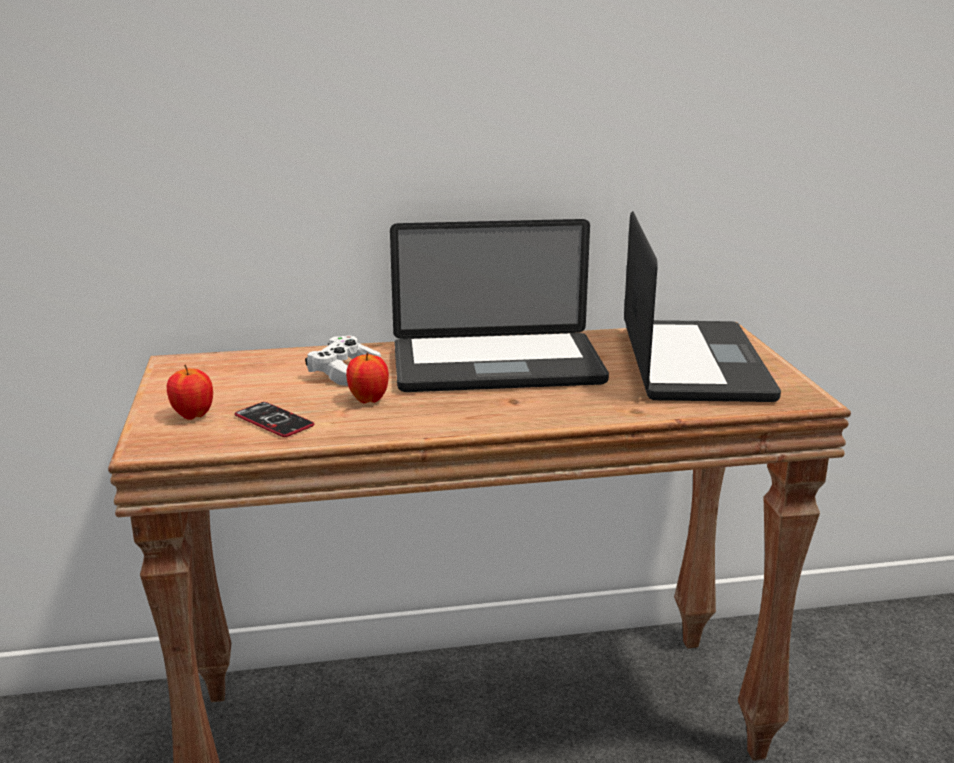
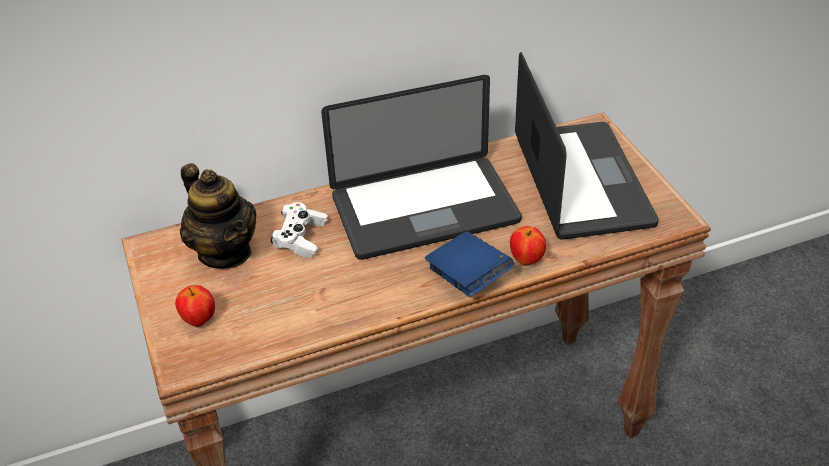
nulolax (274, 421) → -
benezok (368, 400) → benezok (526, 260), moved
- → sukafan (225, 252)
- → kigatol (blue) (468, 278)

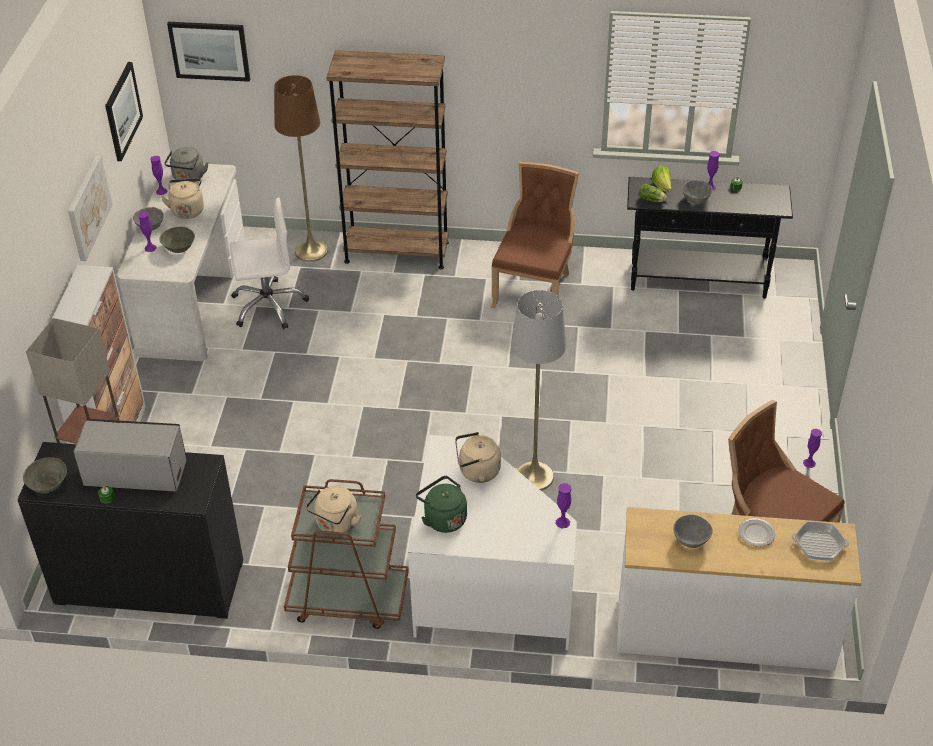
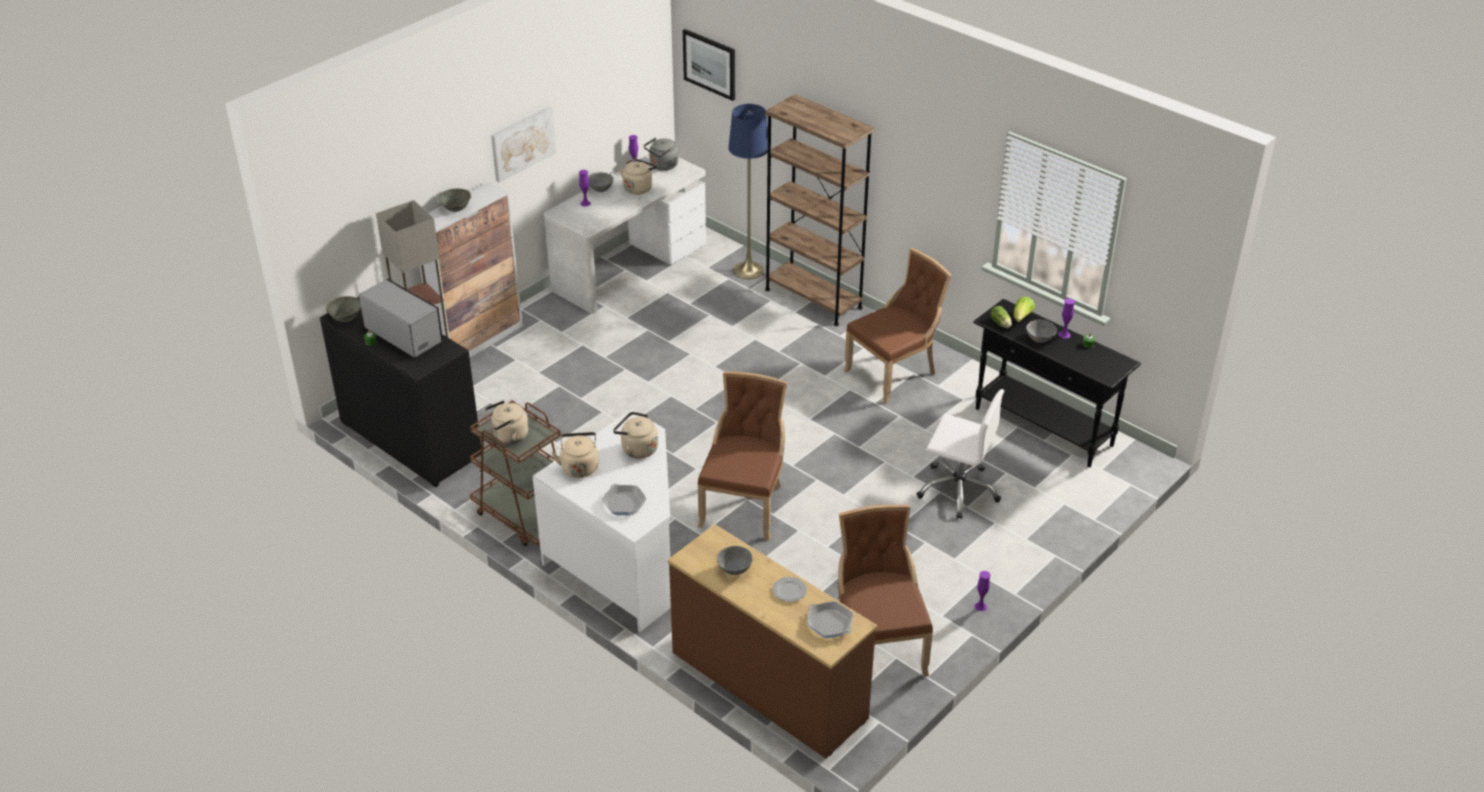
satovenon (122, 111) → -
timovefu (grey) (179, 247) → timovefu (grey) (456, 208), moved
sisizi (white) (268, 305) → sisizi (white) (958, 490), moved
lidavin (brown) (311, 251) → lidavin (blue) (748, 270)
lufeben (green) (443, 518) → lufeben (beige) (579, 467)
lidavin (grey) (534, 476) → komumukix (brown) (744, 504)
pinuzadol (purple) (562, 522) → -
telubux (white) (724, 634) → telubux (brown) (768, 686)
- → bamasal (624, 503)

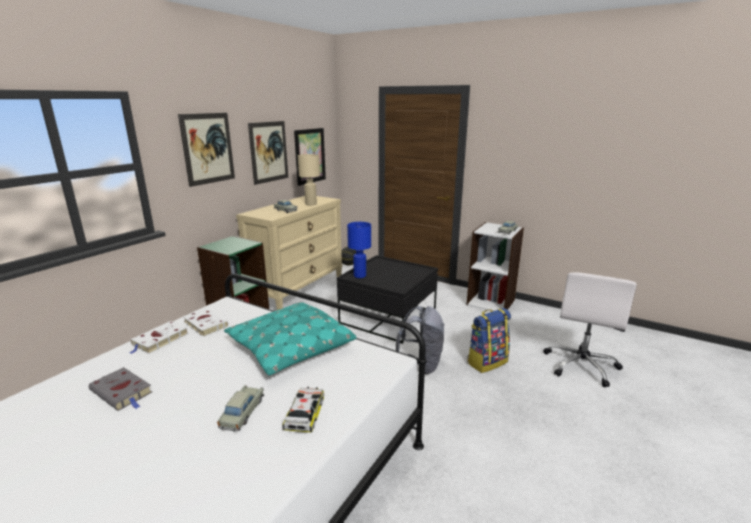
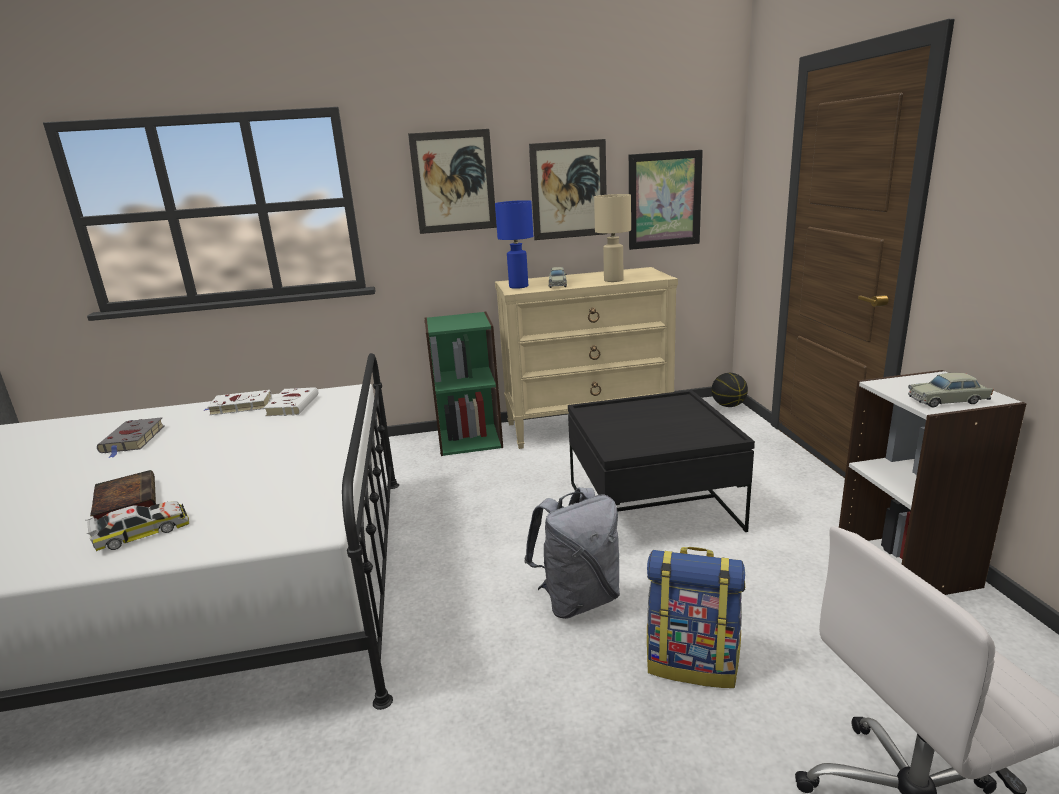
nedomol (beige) (242, 413) → kigatol (125, 501)
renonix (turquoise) (289, 348) → -
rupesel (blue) (359, 276) → rupesel (blue) (518, 286), moved

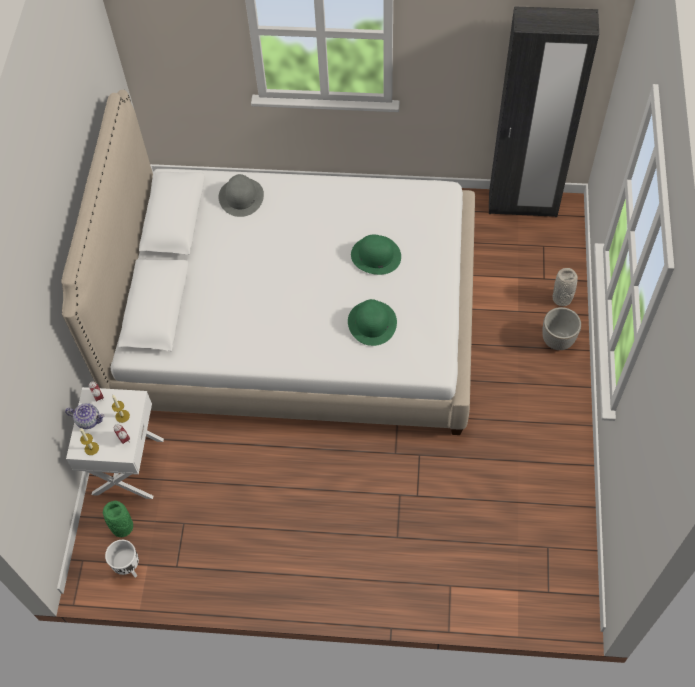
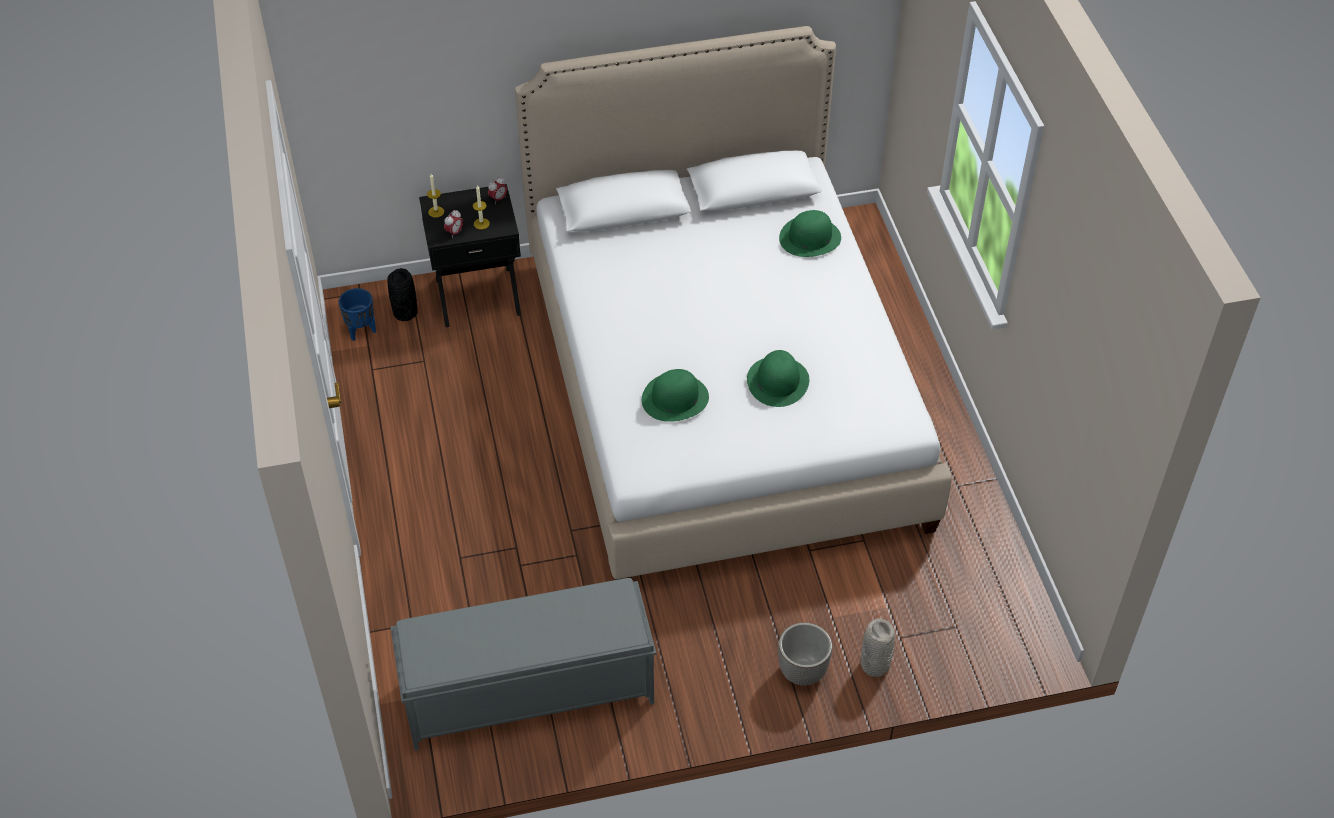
sukafan (89, 420) → -
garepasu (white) (126, 466) → garepasu (black) (477, 295)
pinuzadol (green) (122, 527) → pinuzadol (black) (405, 312)
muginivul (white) (128, 567) → muginivul (blue) (361, 330)
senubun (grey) (241, 197) → senubun (green) (810, 238)
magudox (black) (522, 205) → -
- → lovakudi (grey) (526, 693)

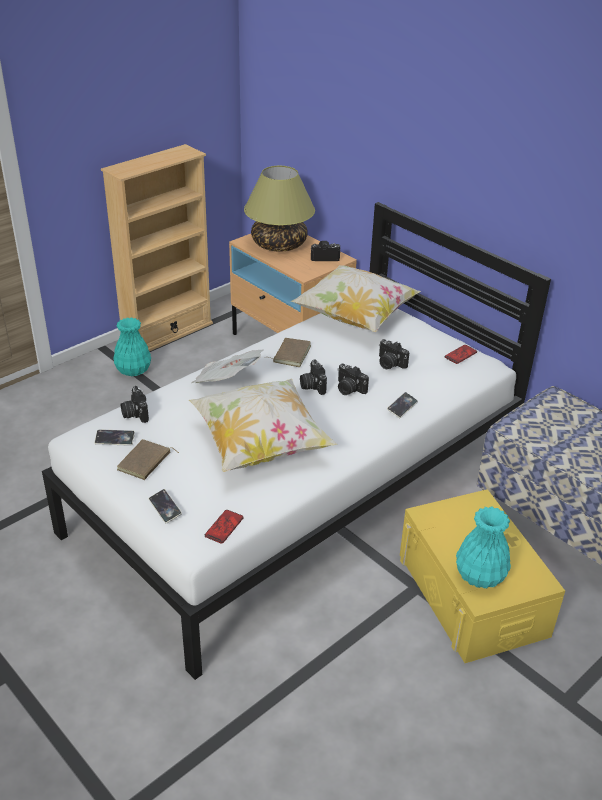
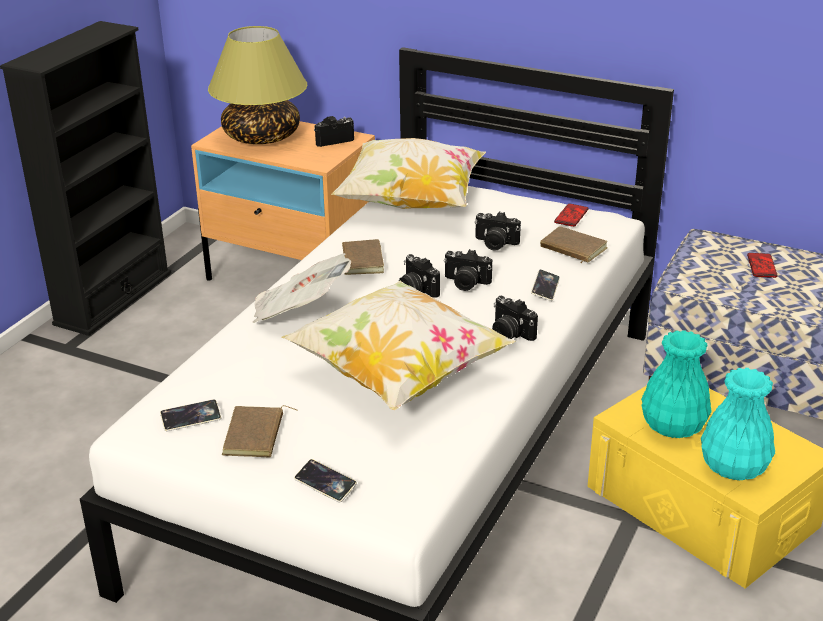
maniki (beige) (167, 333) → maniki (black) (113, 298)
pinuzadol (turquoise) (133, 371) → pinuzadol (turquoise) (673, 427), moved
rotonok (134, 413) → rotonok (509, 333), moved
nulolax (224, 527) → nulolax (761, 266), moved
- → kigatol (brown) (572, 249)

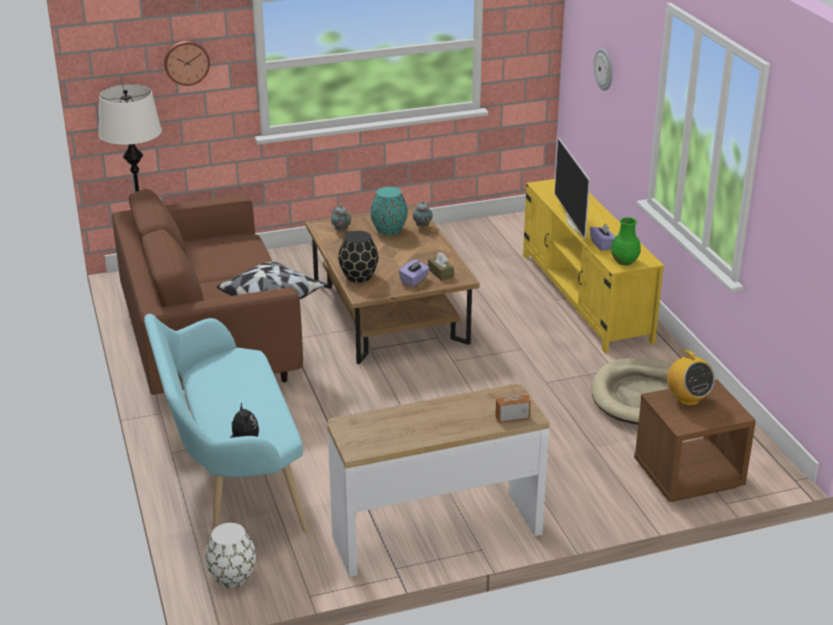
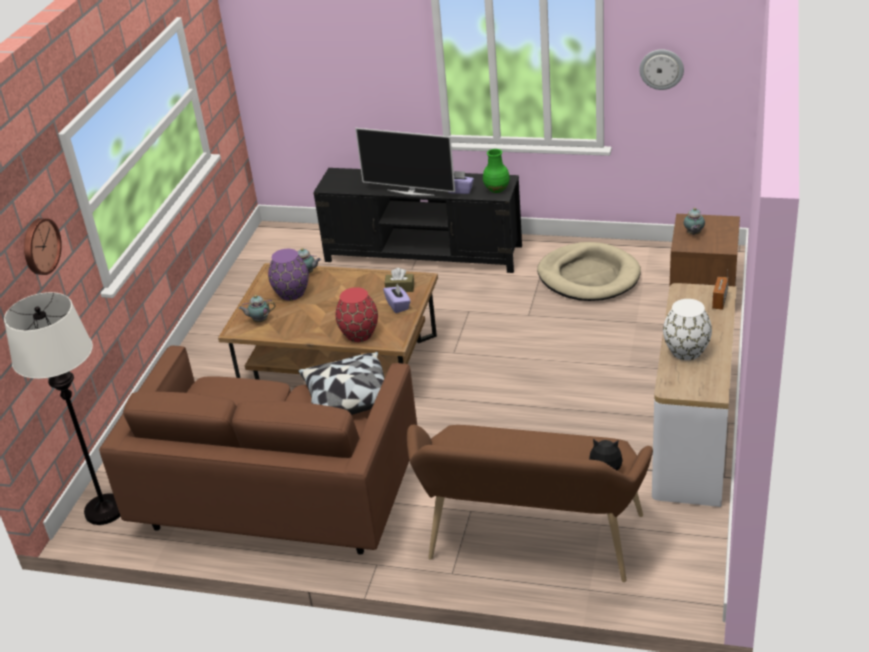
lovakudi (turquoise) (230, 481) → lovakudi (brown) (530, 544)
pinuzadol (white) (233, 577) → pinuzadol (white) (686, 351), moved
pinuzadol (black) (359, 276) → pinuzadol (red) (359, 334)
pinuzadol (turquoise) (389, 230) → pinuzadol (purple) (292, 293)
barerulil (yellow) (585, 297) → barerulil (black) (424, 254)
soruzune (604, 69) → soruzune (661, 69), moved
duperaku (687, 399) → sukafan (693, 234)

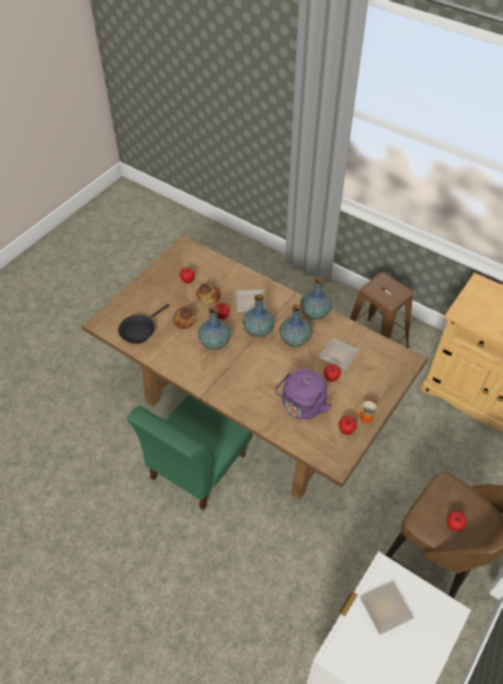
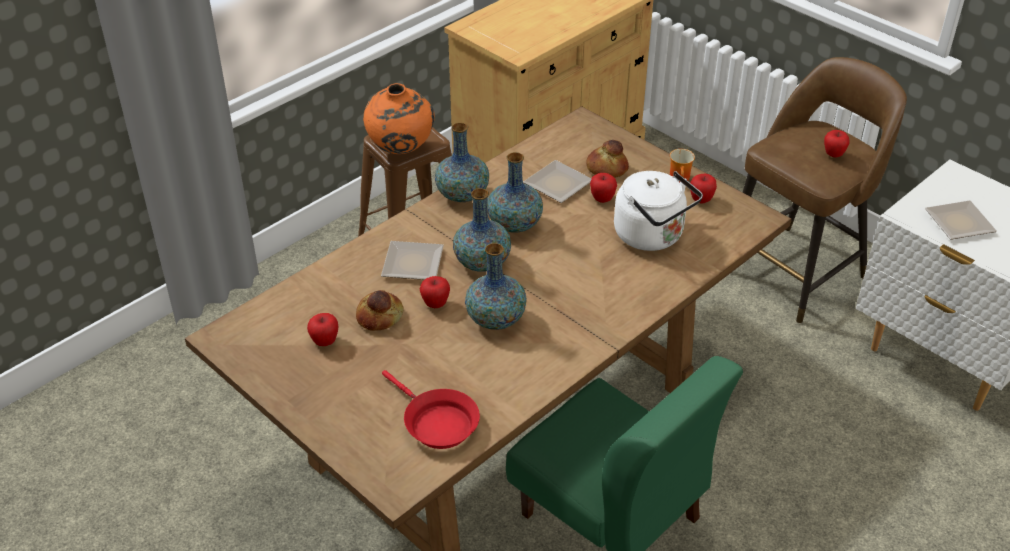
bamasal (black) (140, 331) → bamasal (red) (436, 423)
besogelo (184, 320) → besogelo (606, 168), moved
lufeben (purple) (302, 407) → lufeben (white) (652, 236)
- → pinuzadol (orange) (401, 150)

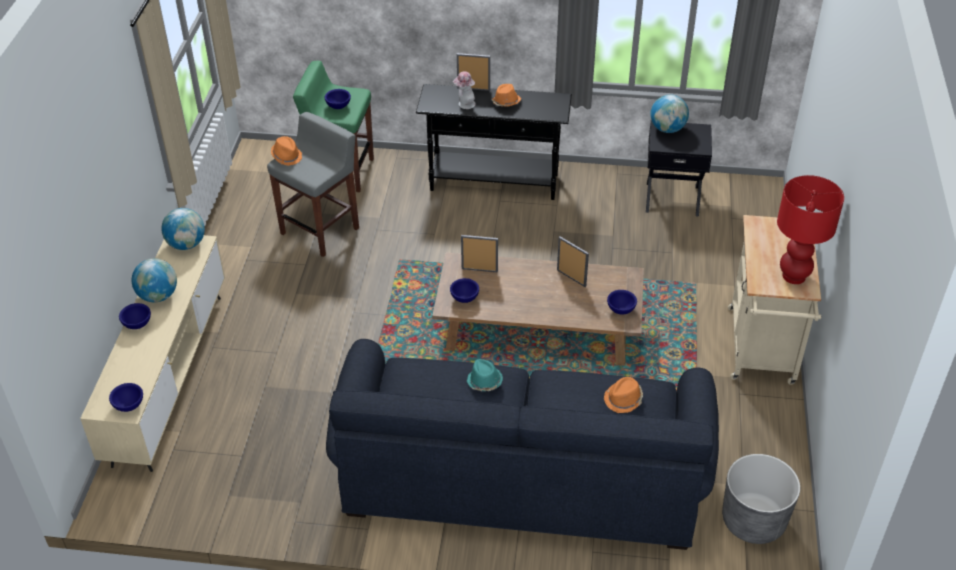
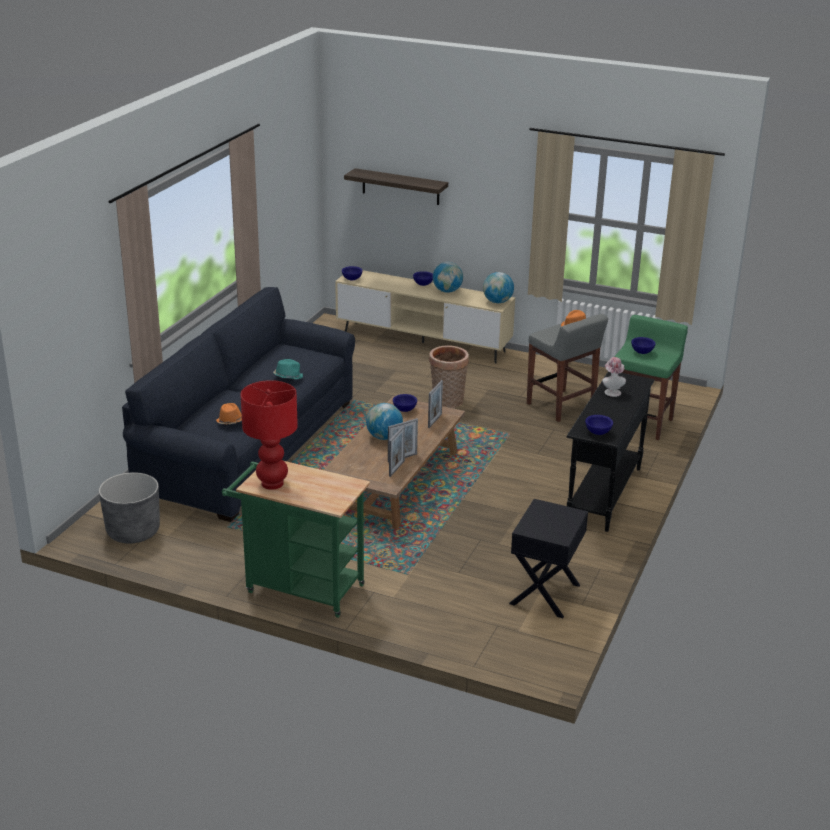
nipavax (473, 89) → nipavax (396, 468), moved
senubun (orange) (506, 102) → -
timovefu (blue) (620, 309) → timovefu (blue) (598, 432), moved
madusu (667, 129) → madusu (384, 437), moved
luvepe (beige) (761, 351) → luvepe (green) (298, 587)
- → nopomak (400, 187)
- → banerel (447, 402)

